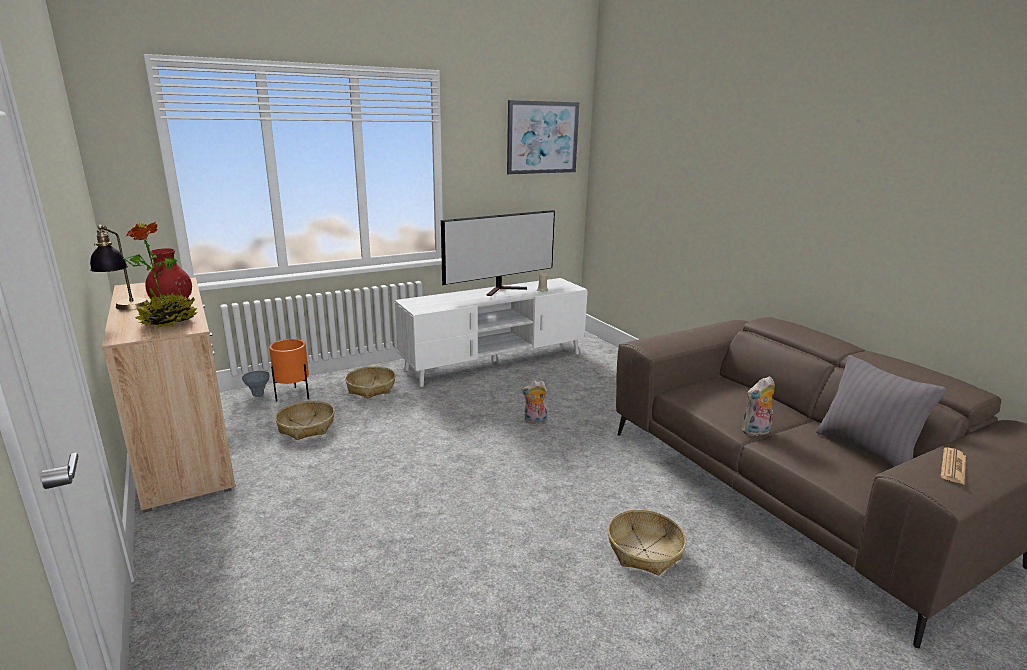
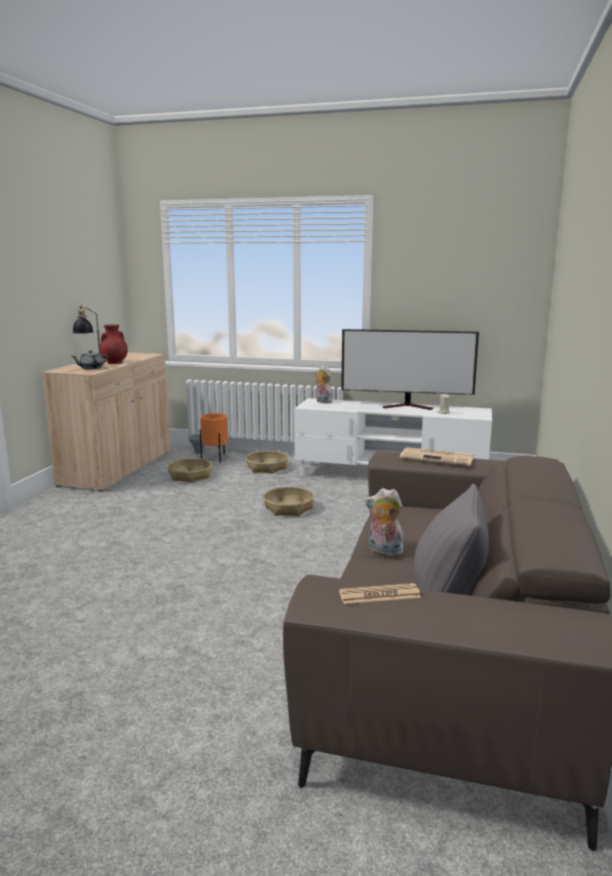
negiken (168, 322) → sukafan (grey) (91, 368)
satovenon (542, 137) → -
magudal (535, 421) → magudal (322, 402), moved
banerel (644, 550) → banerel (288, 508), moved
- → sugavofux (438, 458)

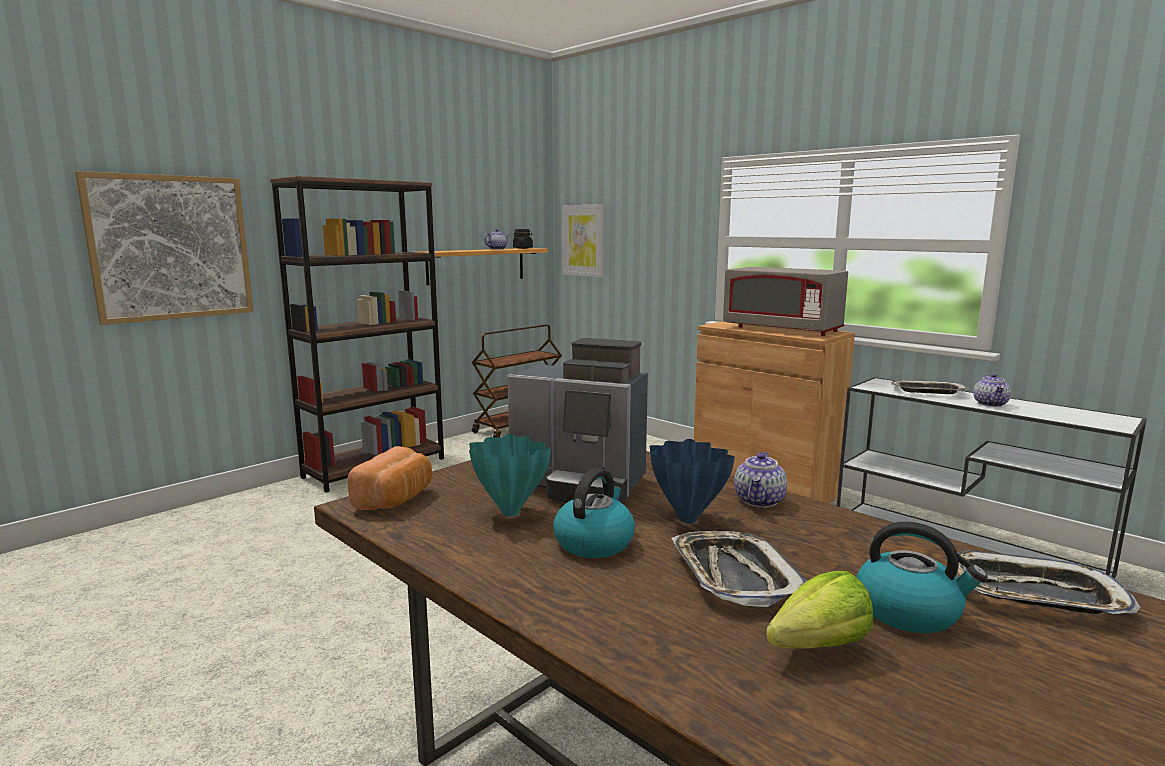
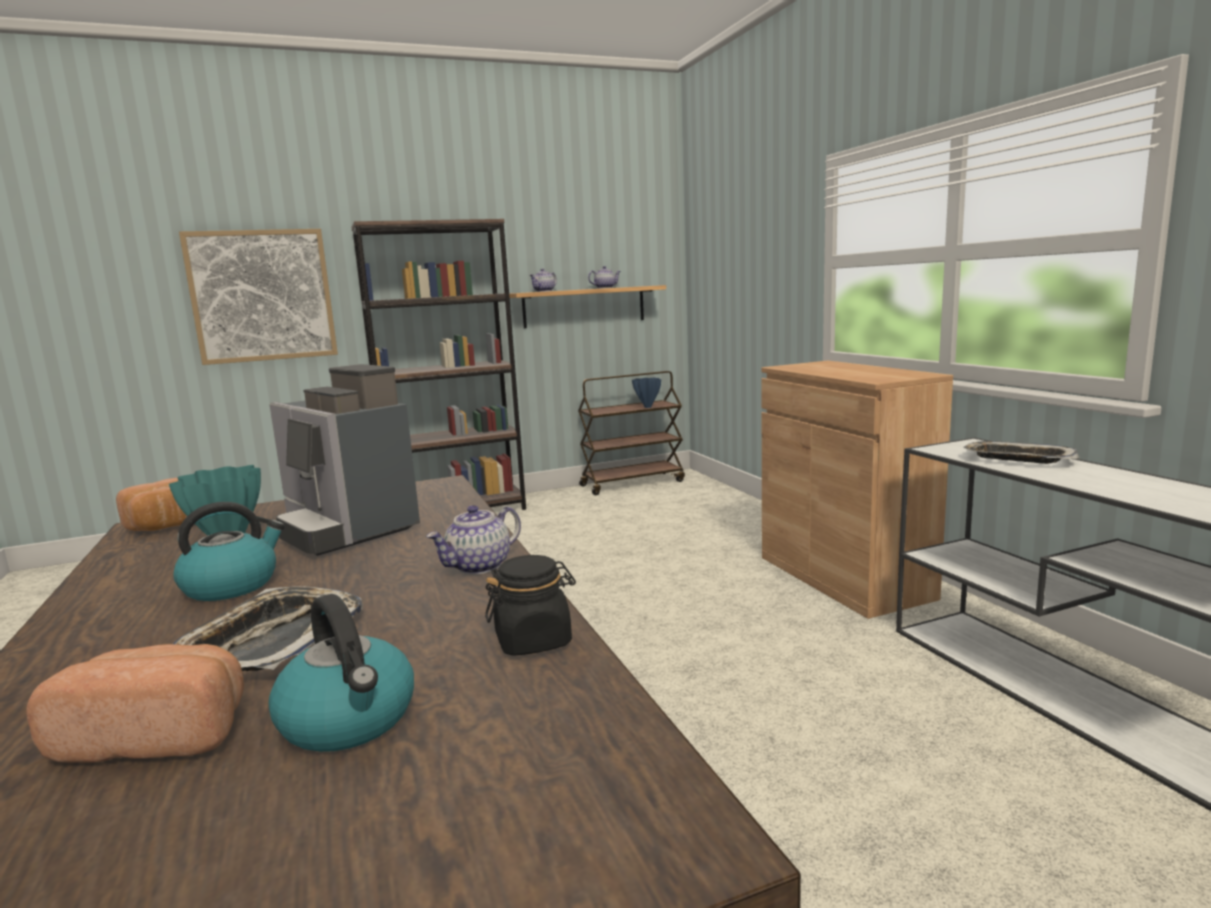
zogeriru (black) (523, 248) → zogeriru (black) (534, 640), moved
satovenon (584, 240) → -
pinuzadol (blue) (686, 519) → pinuzadol (blue) (647, 407), moved
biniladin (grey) (782, 329) → -
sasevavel (809, 649) → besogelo (159, 734)
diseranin (1033, 594) → -
sukafan (991, 404) → sukafan (544, 291), moved

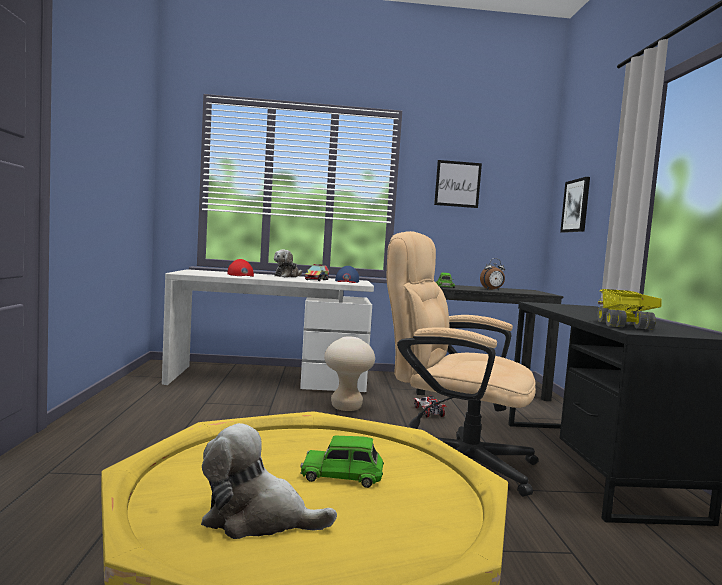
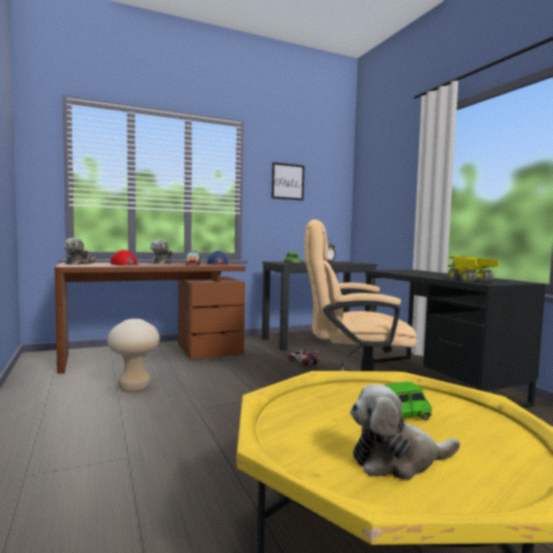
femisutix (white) (269, 379) → femisutix (brown) (154, 355)
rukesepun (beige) (346, 407) → rukesepun (beige) (134, 388), moved
satovenon (576, 206) → -
- → magudal (79, 264)

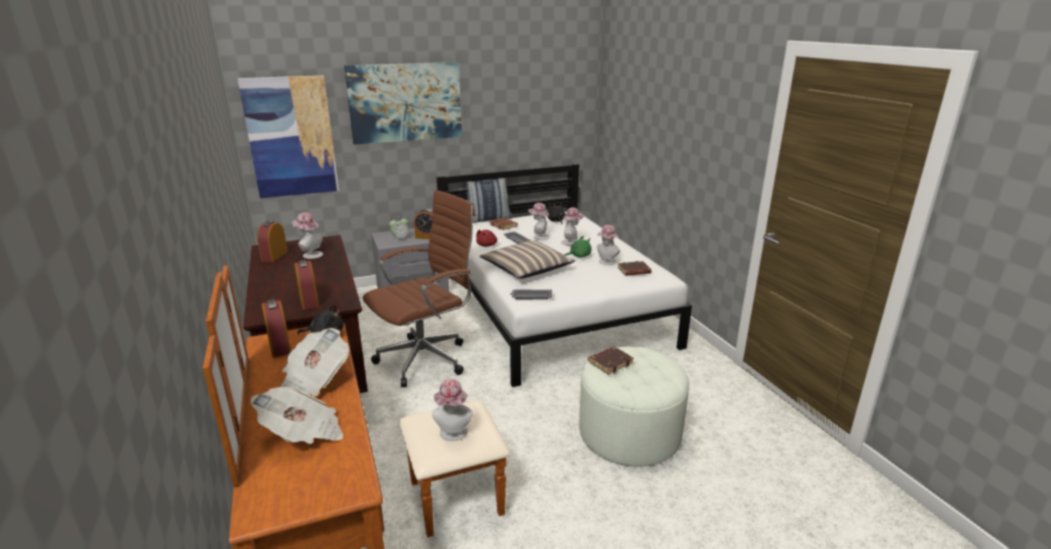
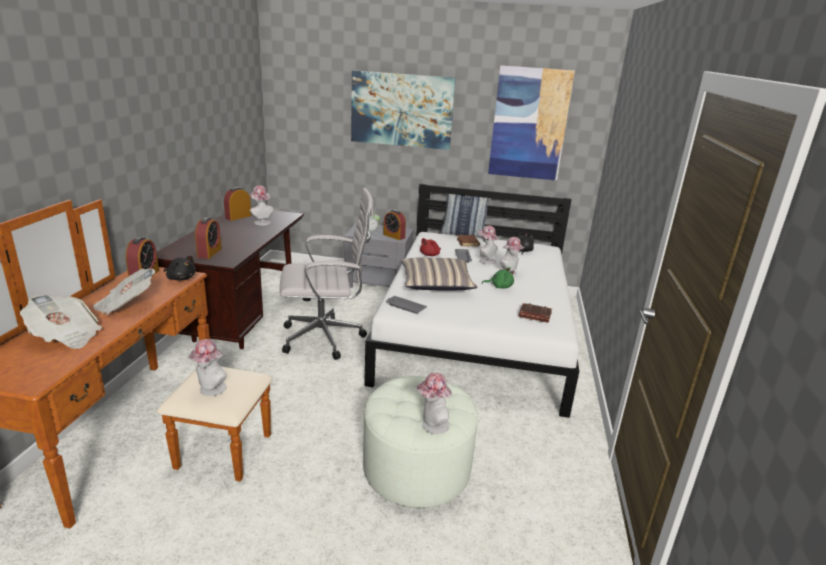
satovenon (291, 137) → satovenon (529, 124), moved
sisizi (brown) (427, 359) → sisizi (white) (326, 338)
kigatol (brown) (610, 362) → -
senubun (606, 262) → senubun (432, 426), moved

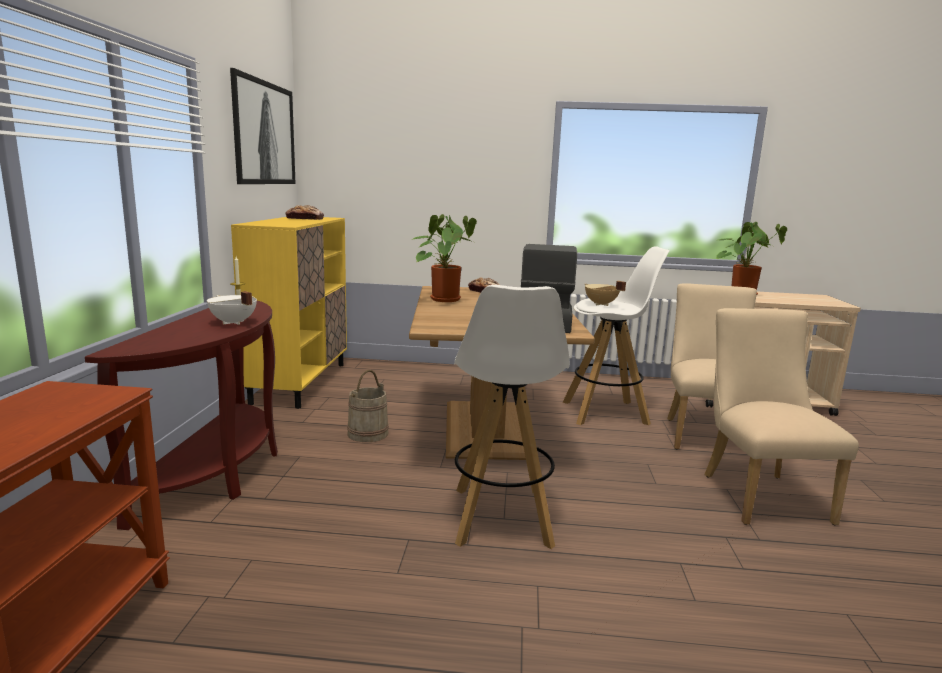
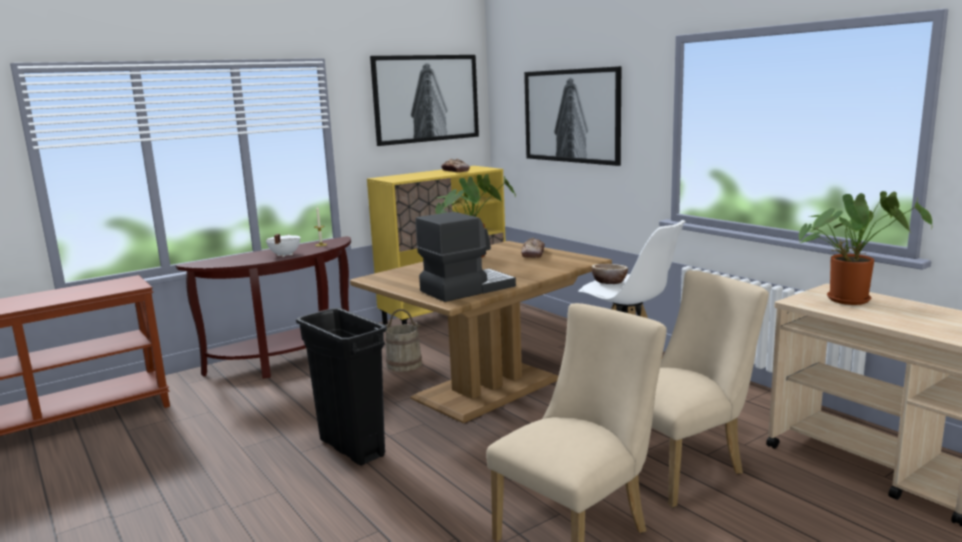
rukesepun (white) (501, 517) → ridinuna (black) (351, 448)
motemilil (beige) (600, 304) → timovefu (609, 282)
- → satovenon (572, 116)

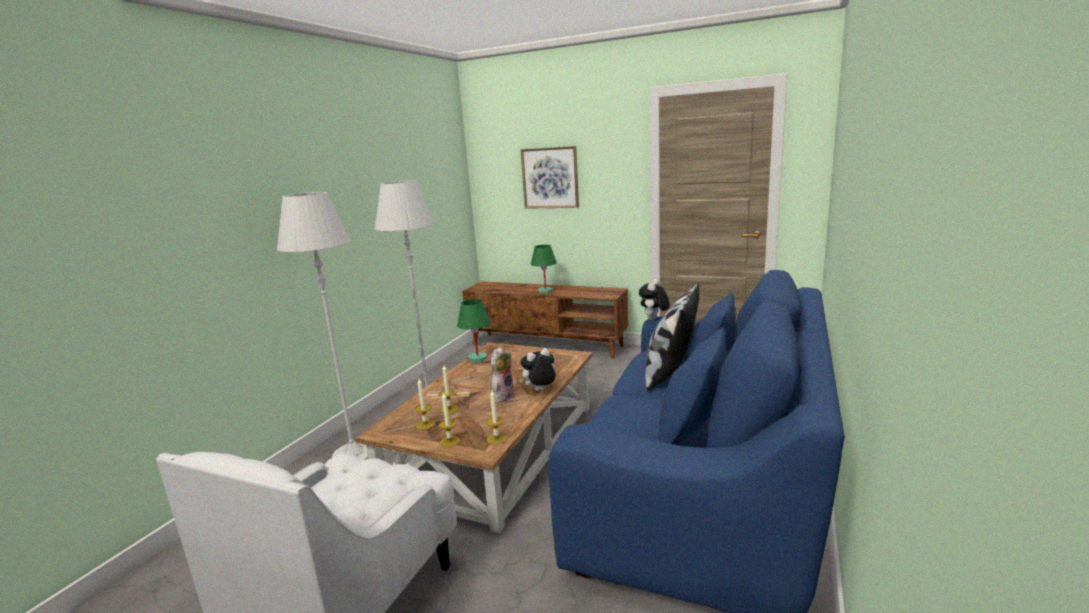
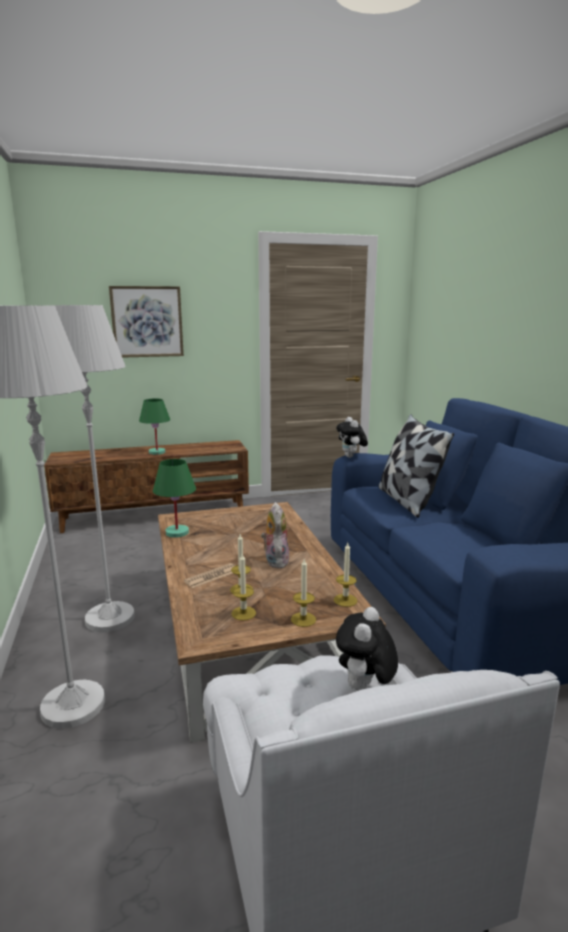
magudal (539, 391) → magudal (364, 688), moved

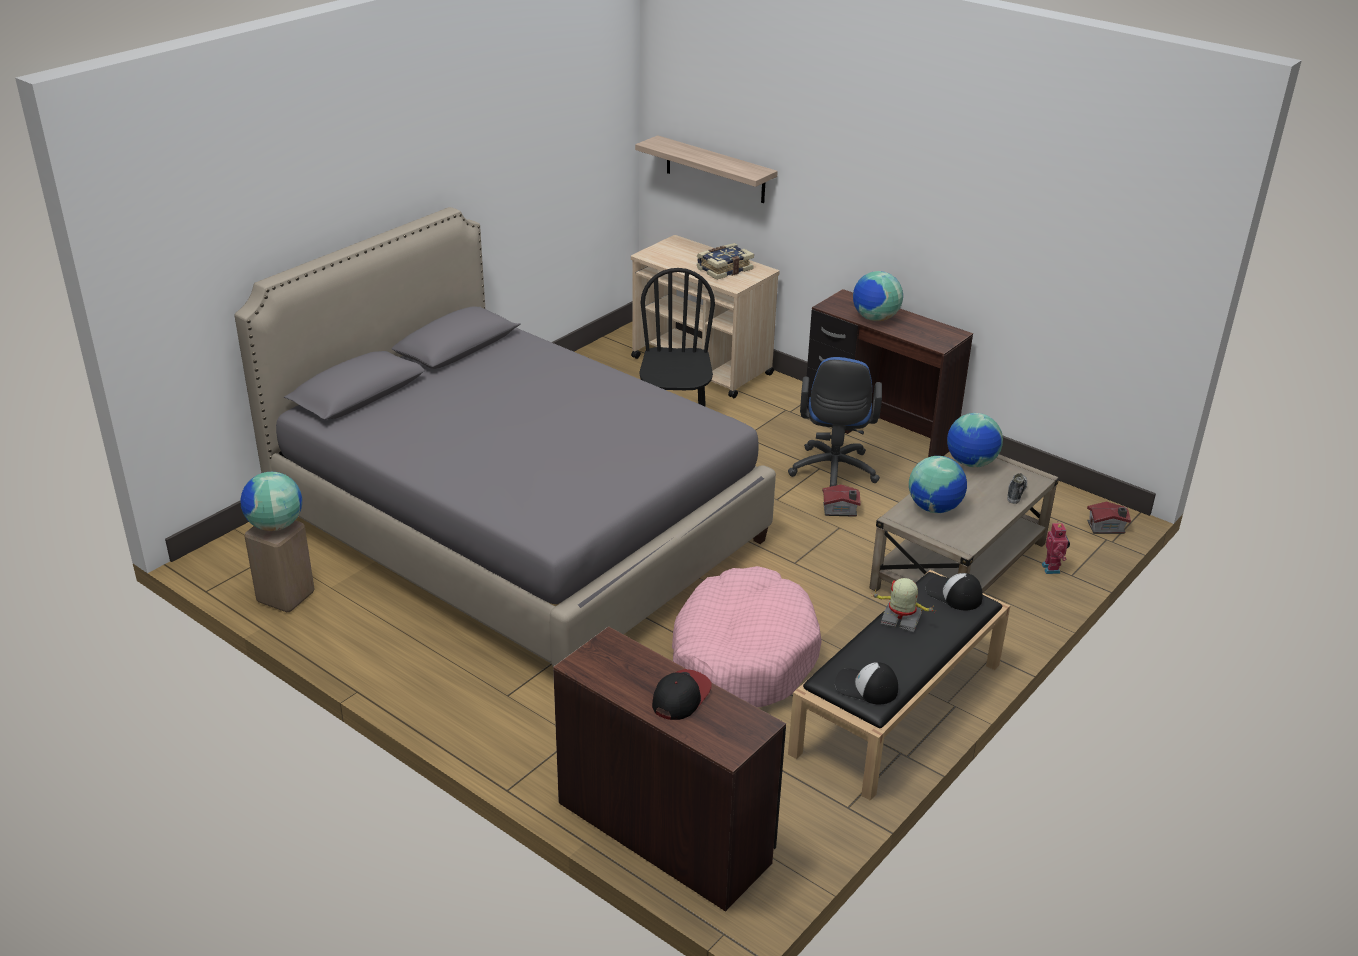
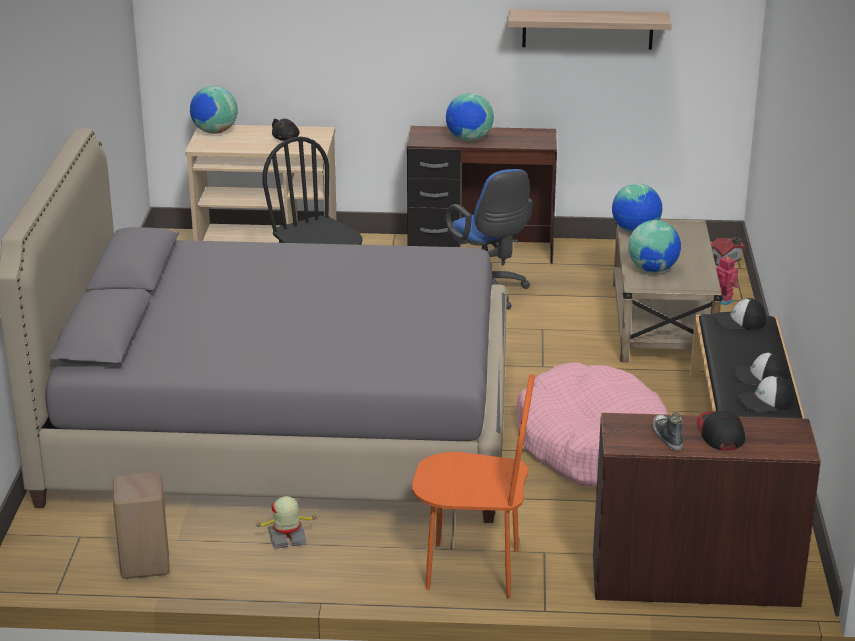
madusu (275, 525) → madusu (214, 132), moved
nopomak (715, 170) → nopomak (587, 29), moved
kigatol (724, 269) → magudal (black) (286, 139)
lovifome (841, 510) → -
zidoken (901, 620) → zidoken (287, 538), moved
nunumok (1016, 492) → nunumok (667, 437), moved
- → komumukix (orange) (472, 570)
- → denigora (759, 376)

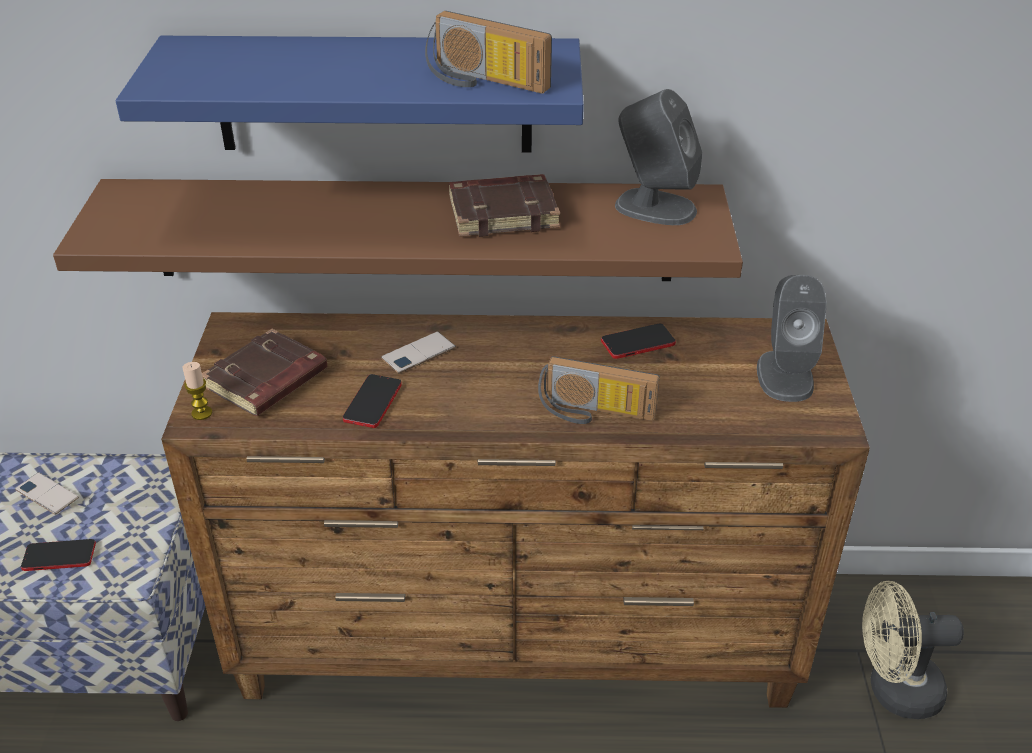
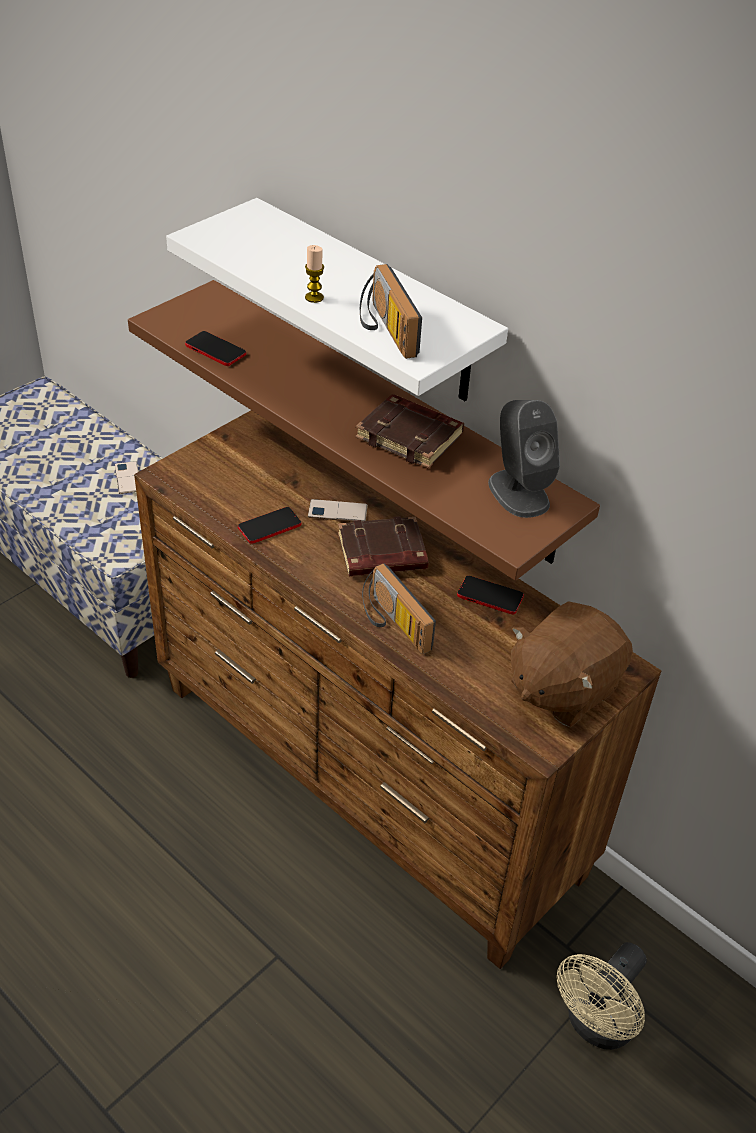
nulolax (59, 556) → nulolax (215, 350), moved
nopomak (blue) (373, 94) → nopomak (white) (372, 302)
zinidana (202, 413) → zinidana (314, 297), moved
kigatol (brown) (266, 381) → kigatol (brown) (381, 554), moved
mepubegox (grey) (785, 375) → magudal (brown) (562, 688)
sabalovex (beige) (893, 690) → sabalovex (beige) (596, 1025), 90 degrees counterclockwise

